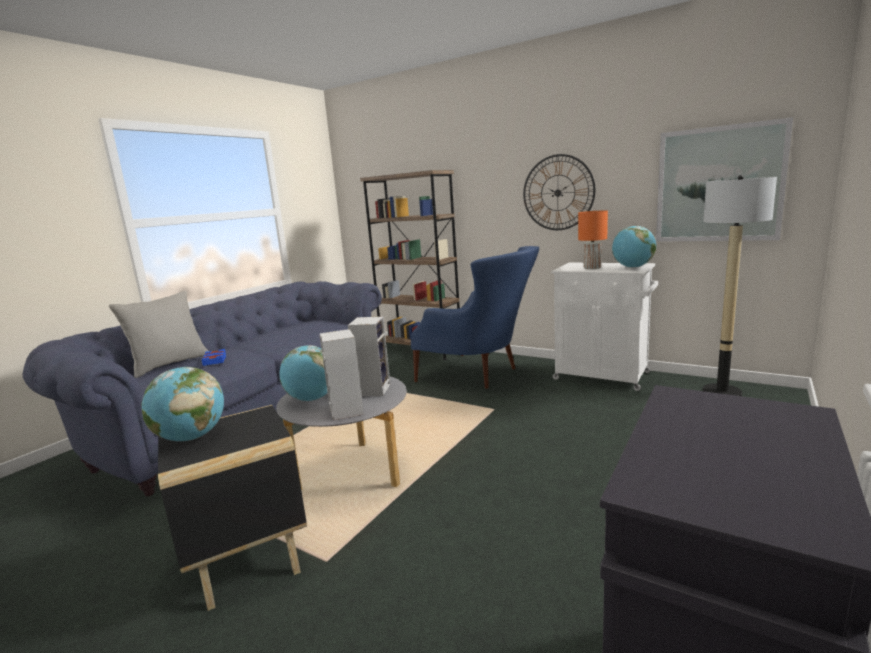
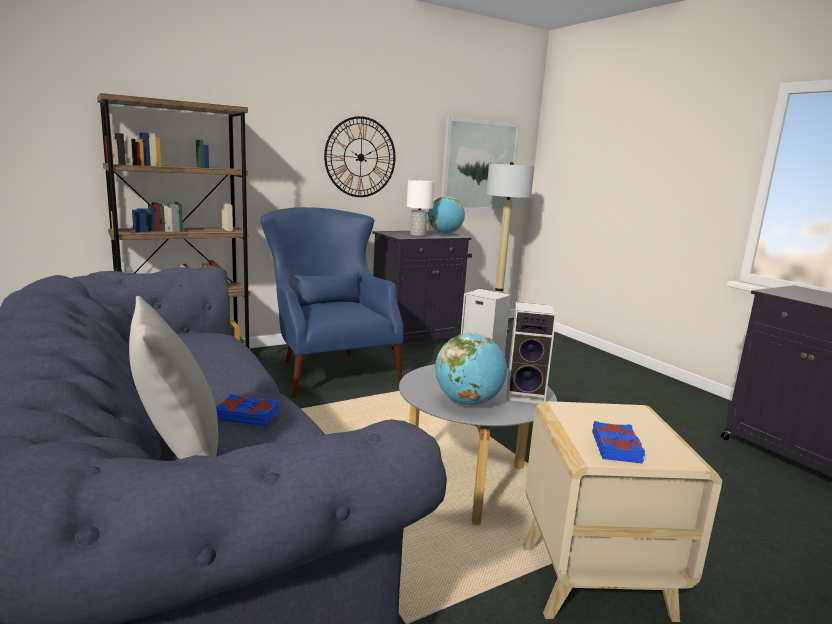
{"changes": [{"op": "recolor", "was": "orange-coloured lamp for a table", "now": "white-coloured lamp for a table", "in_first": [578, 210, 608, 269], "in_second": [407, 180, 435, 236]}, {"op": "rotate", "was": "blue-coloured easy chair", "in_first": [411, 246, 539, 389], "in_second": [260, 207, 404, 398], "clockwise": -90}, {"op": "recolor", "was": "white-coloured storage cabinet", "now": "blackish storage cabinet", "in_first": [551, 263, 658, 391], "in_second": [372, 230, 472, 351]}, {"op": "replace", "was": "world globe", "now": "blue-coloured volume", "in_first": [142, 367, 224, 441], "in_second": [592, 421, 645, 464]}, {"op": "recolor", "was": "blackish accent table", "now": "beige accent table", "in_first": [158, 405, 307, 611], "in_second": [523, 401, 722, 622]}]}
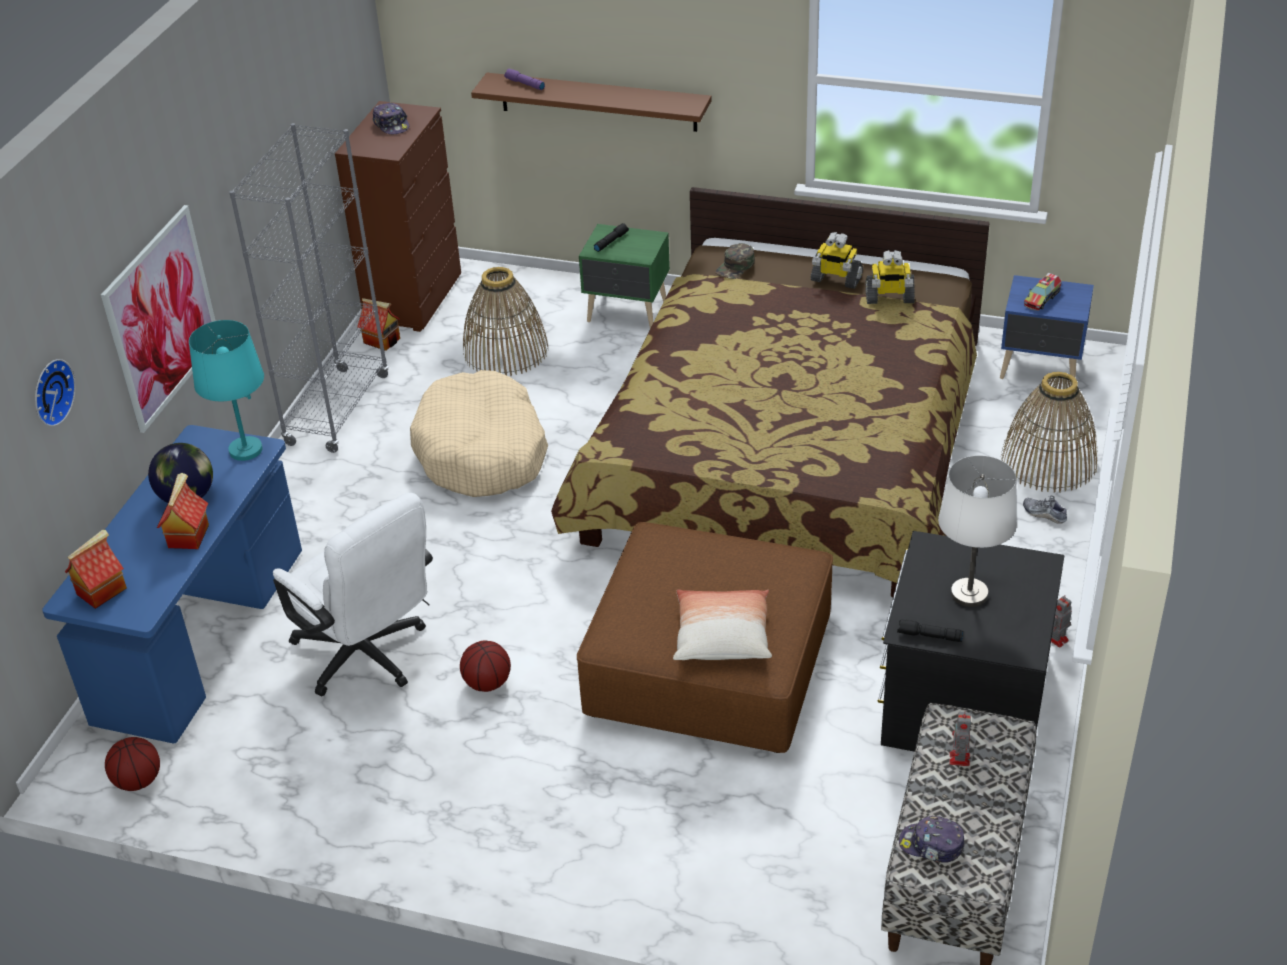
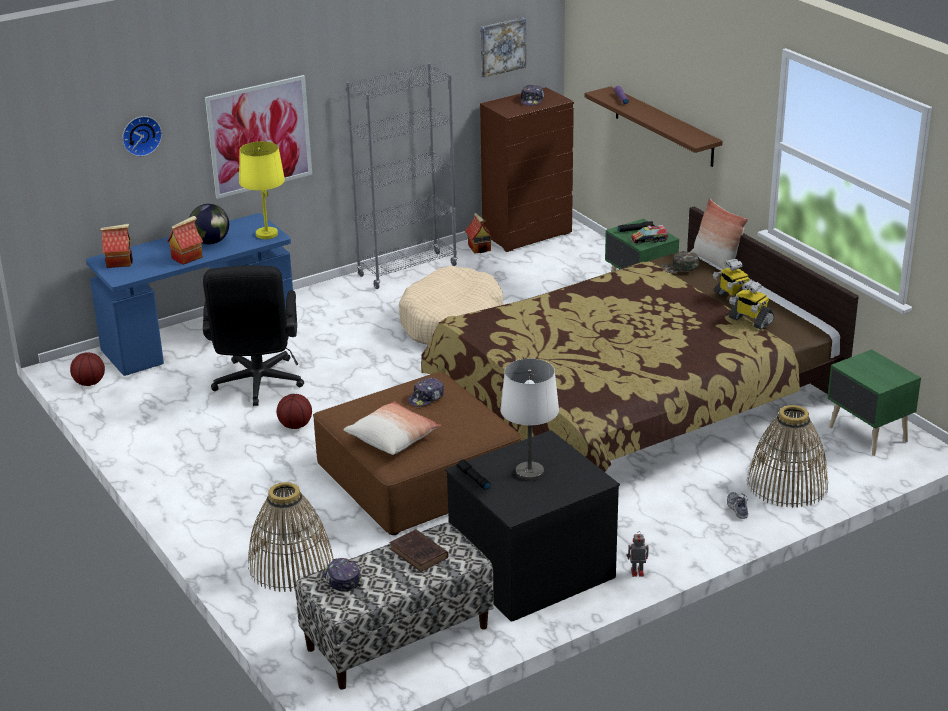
{"changes": [{"op": "move", "was": "storage basket", "in_first": [463, 267, 548, 376], "in_second": [248, 482, 334, 592]}, {"op": "move", "was": "model truck", "in_first": [1024, 273, 1062, 311], "in_second": [631, 225, 668, 244]}, {"op": "recolor", "was": "blue-coloured bedside table", "now": "greenish bedside table", "in_first": [1000, 275, 1094, 379], "in_second": [827, 349, 921, 456]}, {"op": "recolor", "was": "blue-green lamp for a table", "now": "yellowish lamp for a table", "in_first": [189, 320, 264, 461], "in_second": [239, 141, 285, 239]}, {"op": "recolor", "was": "white-coloured desk chair", "now": "blackish desk chair", "in_first": [273, 493, 433, 696], "in_second": [203, 266, 304, 406]}, {"op": "replace", "was": "model robot", "now": "brown volume", "in_first": [949, 712, 971, 766], "in_second": [390, 529, 448, 572]}, {"op": "insert", "now": "picture", "in_second": [481, 18, 526, 77]}, {"op": "insert", "now": "cushion", "in_second": [691, 198, 748, 269]}, {"op": "insert", "now": "baseball cap", "in_second": [408, 378, 444, 407]}]}
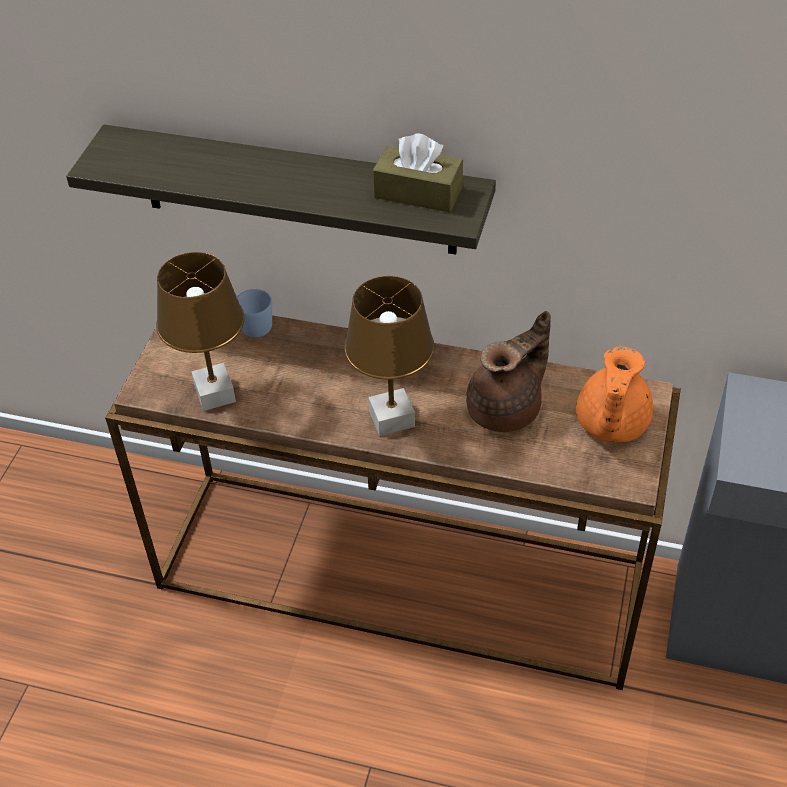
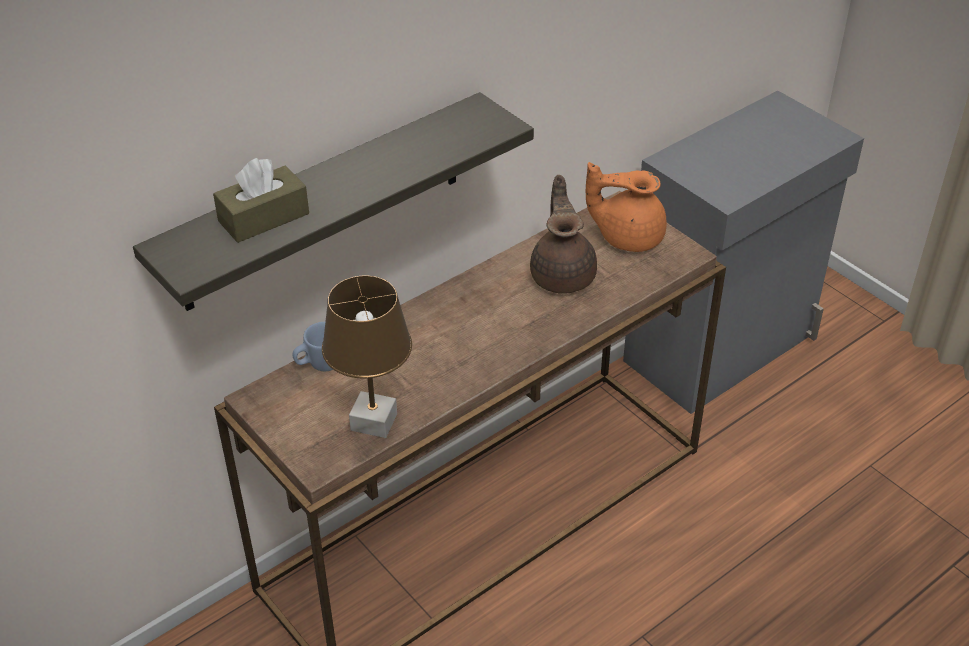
{"changes": [{"op": "move", "was": "brown box of tissues", "in_first": [373, 133, 463, 213], "in_second": [213, 158, 309, 243]}, {"op": "delete", "was": "brown lamp for a table", "in_first": [344, 276, 434, 436]}, {"op": "rotate", "was": "orange-coloured teapot", "in_first": [576, 347, 653, 443], "in_second": [586, 162, 667, 252], "clockwise": 135}]}
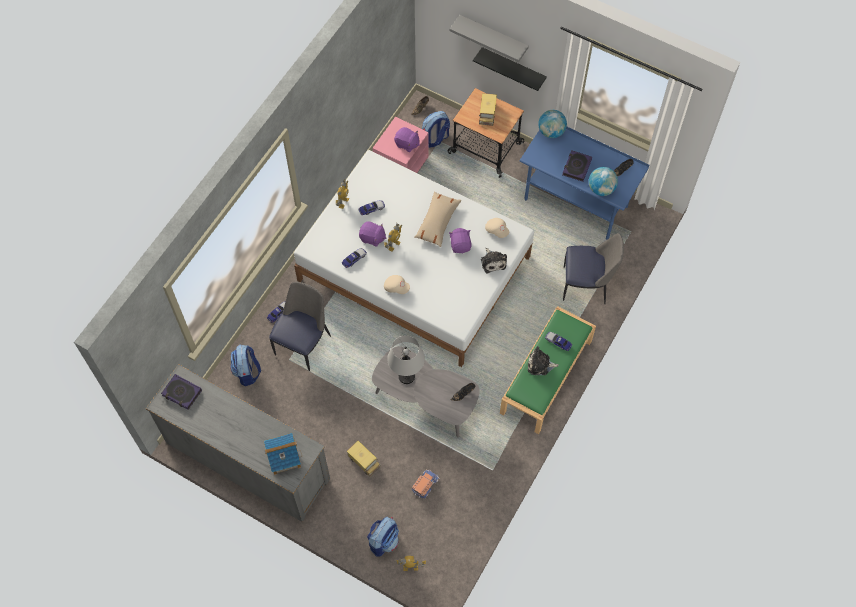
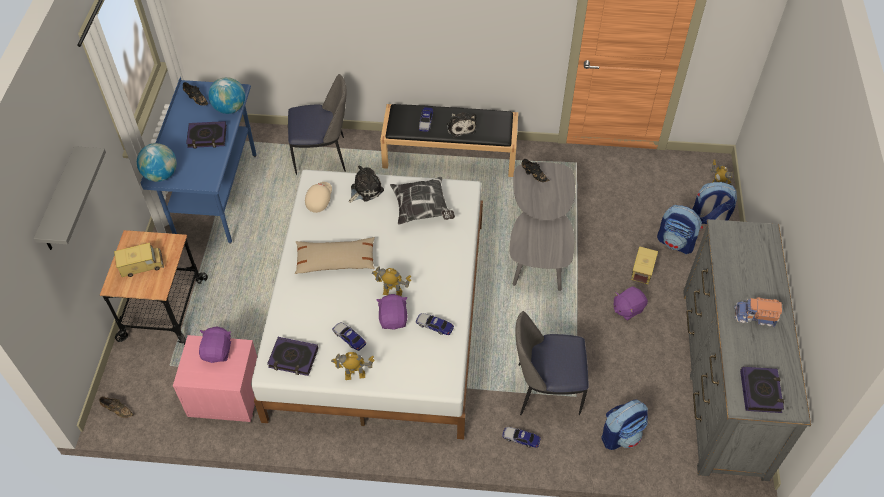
{"changes": [{"op": "delete", "was": "blackish shelf", "in_first": [473, 47, 547, 91]}, {"op": "move", "was": "rucksack", "in_first": [422, 111, 450, 148], "in_second": [657, 205, 703, 254]}, {"op": "move", "was": "purple soft toy", "in_first": [449, 228, 471, 253], "in_second": [614, 287, 648, 321]}, {"op": "rotate", "was": "upright chair", "in_first": [563, 233, 624, 304], "in_second": [288, 74, 346, 175], "clockwise": 105}, {"op": "delete", "was": "beige baseball cap", "in_first": [384, 275, 410, 294]}, {"op": "recolor", "was": "greenish long seat", "now": "blackish long seat", "in_first": [500, 306, 596, 434], "in_second": [380, 104, 518, 177]}, {"op": "delete", "was": "greyish lamp for a table", "in_first": [387, 335, 425, 384]}, {"op": "delete", "was": "toy house", "in_first": [264, 433, 302, 475]}, {"op": "move", "was": "model truck", "in_first": [412, 470, 439, 499], "in_second": [734, 297, 782, 327]}, {"op": "insert", "now": "cushion", "in_second": [390, 177, 455, 225]}, {"op": "insert", "now": "volume", "in_second": [267, 337, 318, 376]}]}
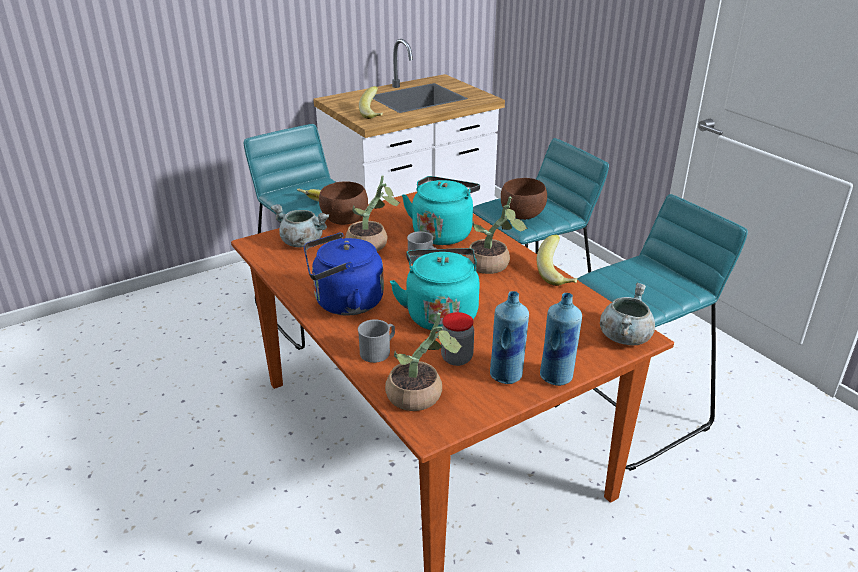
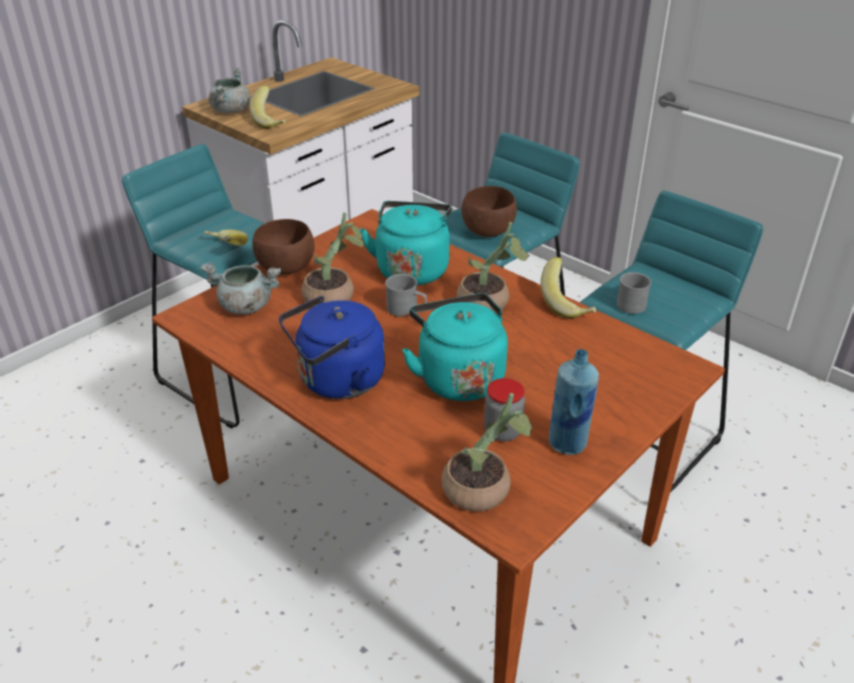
{"changes": [{"op": "move", "was": "greyish saucepot", "in_first": [600, 283, 655, 345], "in_second": [209, 68, 251, 113]}, {"op": "delete", "was": "blue-coloured bottle", "in_first": [540, 293, 582, 386]}, {"op": "move", "was": "greyish tea mug", "in_first": [358, 319, 395, 363], "in_second": [617, 272, 651, 314]}]}
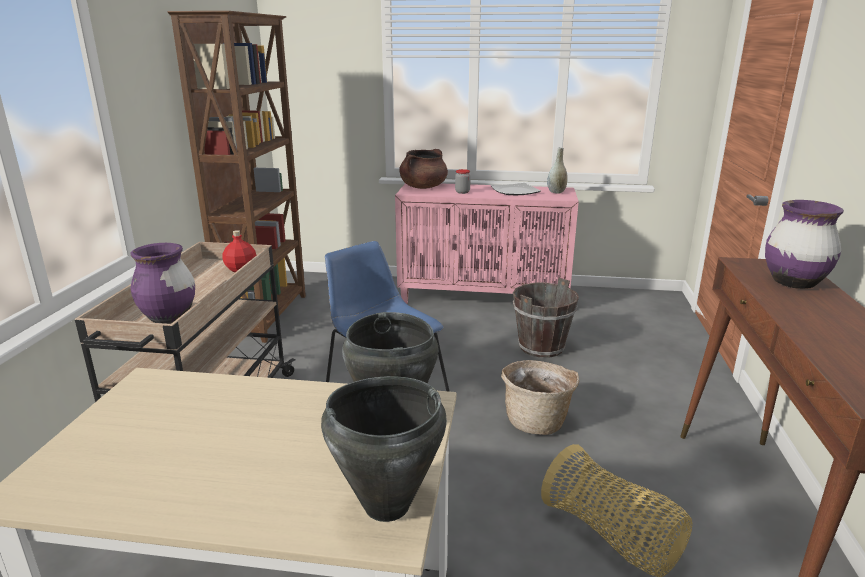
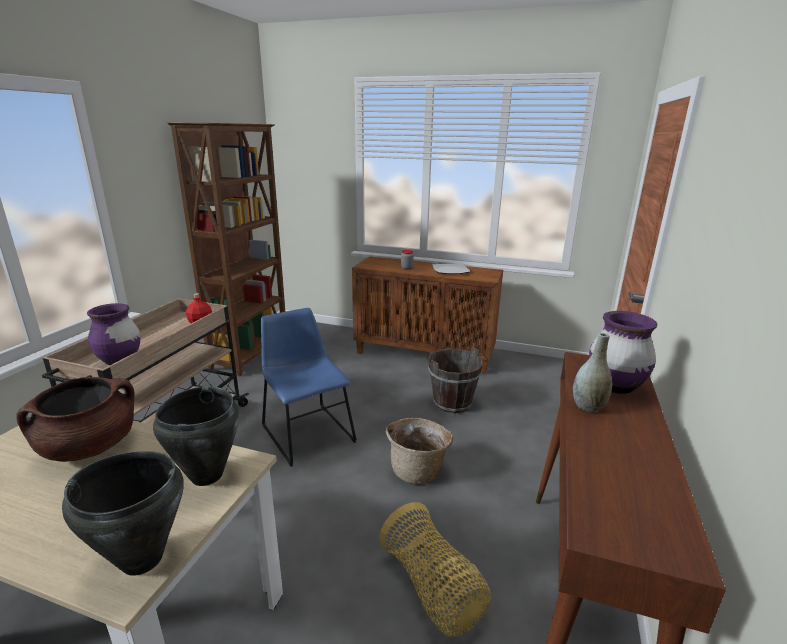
{"changes": [{"op": "move", "was": "greyish vase", "in_first": [547, 147, 568, 194], "in_second": [572, 333, 612, 412]}, {"op": "move", "was": "brown saucepot", "in_first": [399, 149, 448, 189], "in_second": [16, 377, 135, 462]}, {"op": "recolor", "was": "pinkish storage cabinet", "now": "brown storage cabinet", "in_first": [395, 183, 579, 304], "in_second": [352, 257, 503, 374]}]}
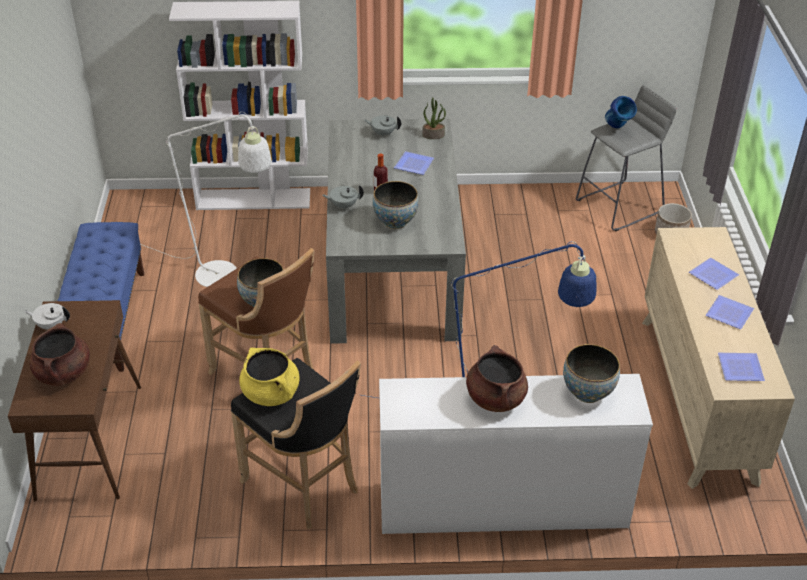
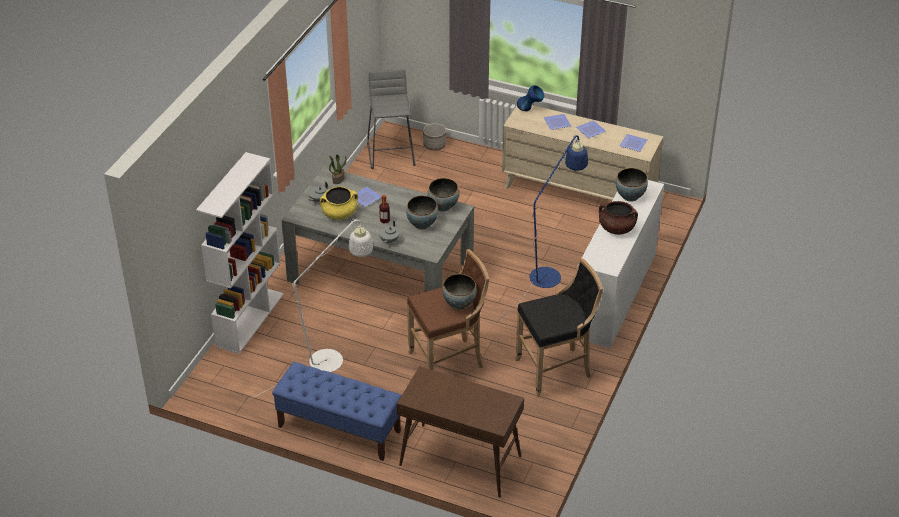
{"changes": [{"op": "move", "was": "blue-coloured vase", "in_first": [605, 96, 637, 128], "in_second": [517, 85, 544, 111]}, {"op": "delete", "was": "white-coloured teapot", "in_first": [24, 303, 70, 330]}, {"op": "delete", "was": "brown saucepot", "in_first": [30, 323, 90, 386]}, {"op": "move", "was": "yellowish saucepot", "in_first": [239, 348, 300, 406], "in_second": [320, 186, 358, 220]}, {"op": "insert", "now": "serving bowl", "in_second": [428, 178, 459, 211]}]}
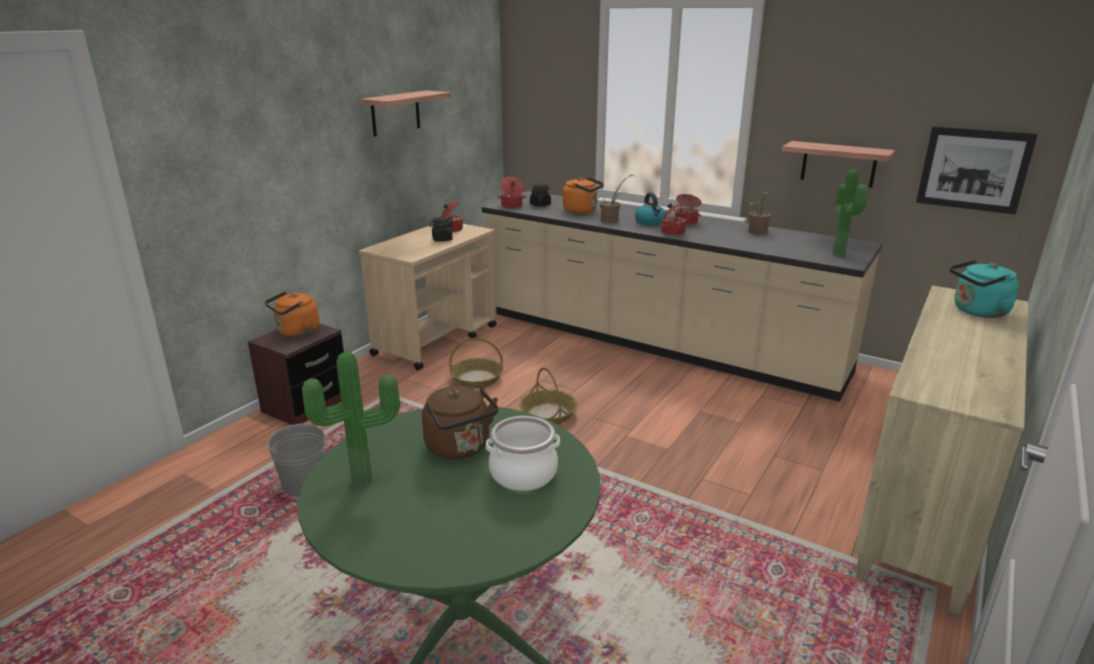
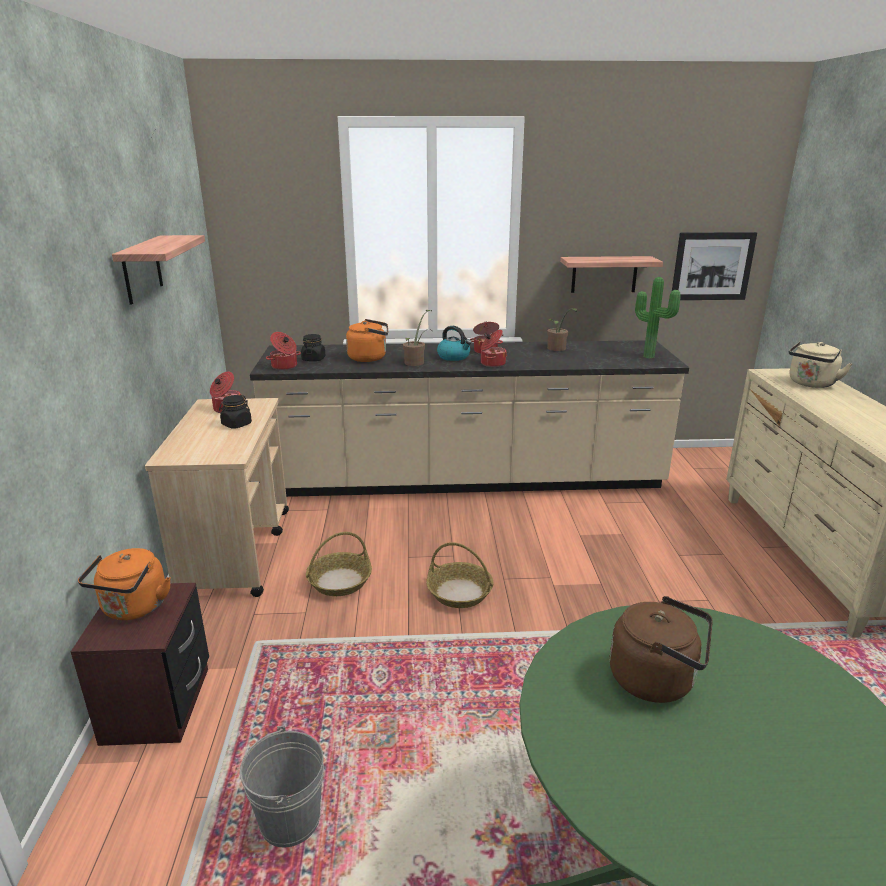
{"changes": [{"op": "recolor", "was": "blue-green tea kettle", "now": "beige tea kettle", "in_first": [950, 260, 1019, 318], "in_second": [789, 341, 852, 388]}, {"op": "delete", "was": "potted plant", "in_first": [302, 352, 400, 487]}, {"op": "delete", "was": "saucepot", "in_first": [486, 416, 560, 491]}]}
